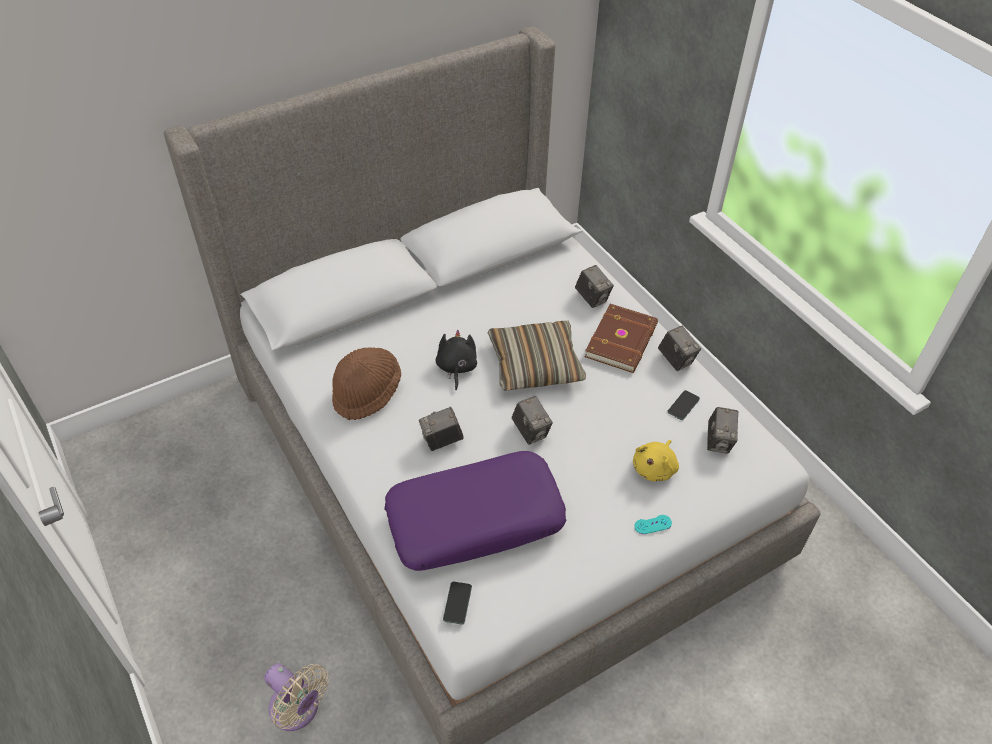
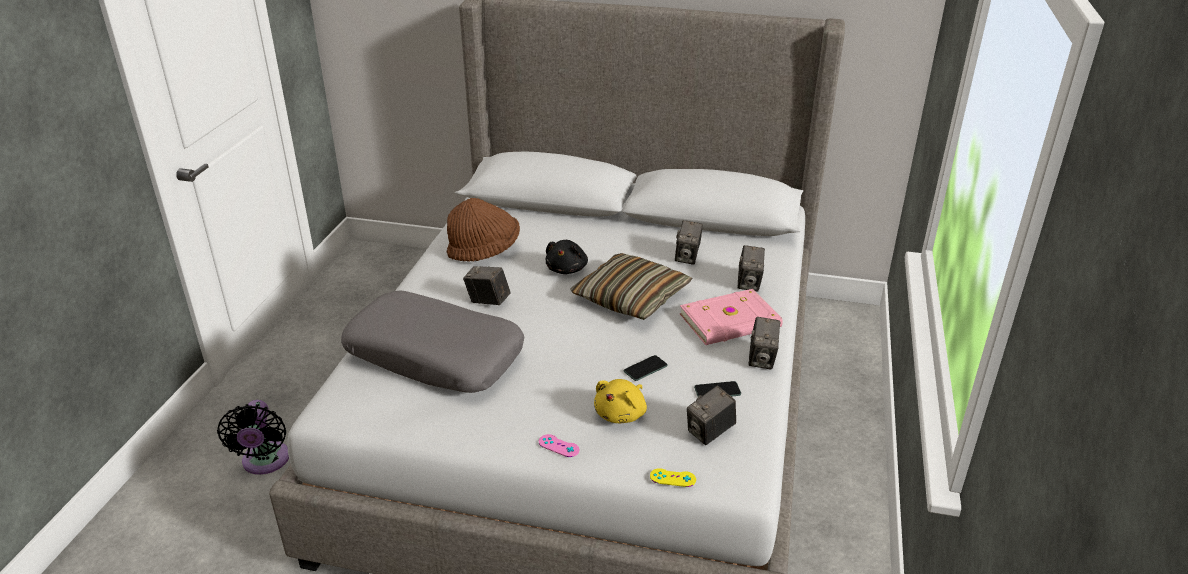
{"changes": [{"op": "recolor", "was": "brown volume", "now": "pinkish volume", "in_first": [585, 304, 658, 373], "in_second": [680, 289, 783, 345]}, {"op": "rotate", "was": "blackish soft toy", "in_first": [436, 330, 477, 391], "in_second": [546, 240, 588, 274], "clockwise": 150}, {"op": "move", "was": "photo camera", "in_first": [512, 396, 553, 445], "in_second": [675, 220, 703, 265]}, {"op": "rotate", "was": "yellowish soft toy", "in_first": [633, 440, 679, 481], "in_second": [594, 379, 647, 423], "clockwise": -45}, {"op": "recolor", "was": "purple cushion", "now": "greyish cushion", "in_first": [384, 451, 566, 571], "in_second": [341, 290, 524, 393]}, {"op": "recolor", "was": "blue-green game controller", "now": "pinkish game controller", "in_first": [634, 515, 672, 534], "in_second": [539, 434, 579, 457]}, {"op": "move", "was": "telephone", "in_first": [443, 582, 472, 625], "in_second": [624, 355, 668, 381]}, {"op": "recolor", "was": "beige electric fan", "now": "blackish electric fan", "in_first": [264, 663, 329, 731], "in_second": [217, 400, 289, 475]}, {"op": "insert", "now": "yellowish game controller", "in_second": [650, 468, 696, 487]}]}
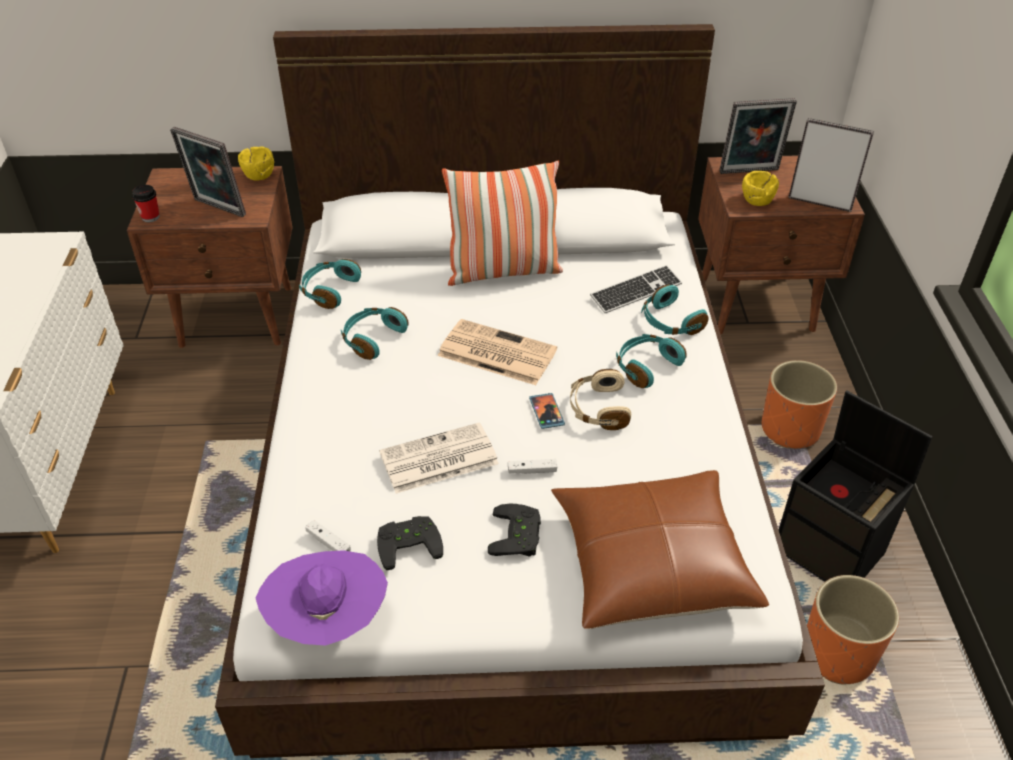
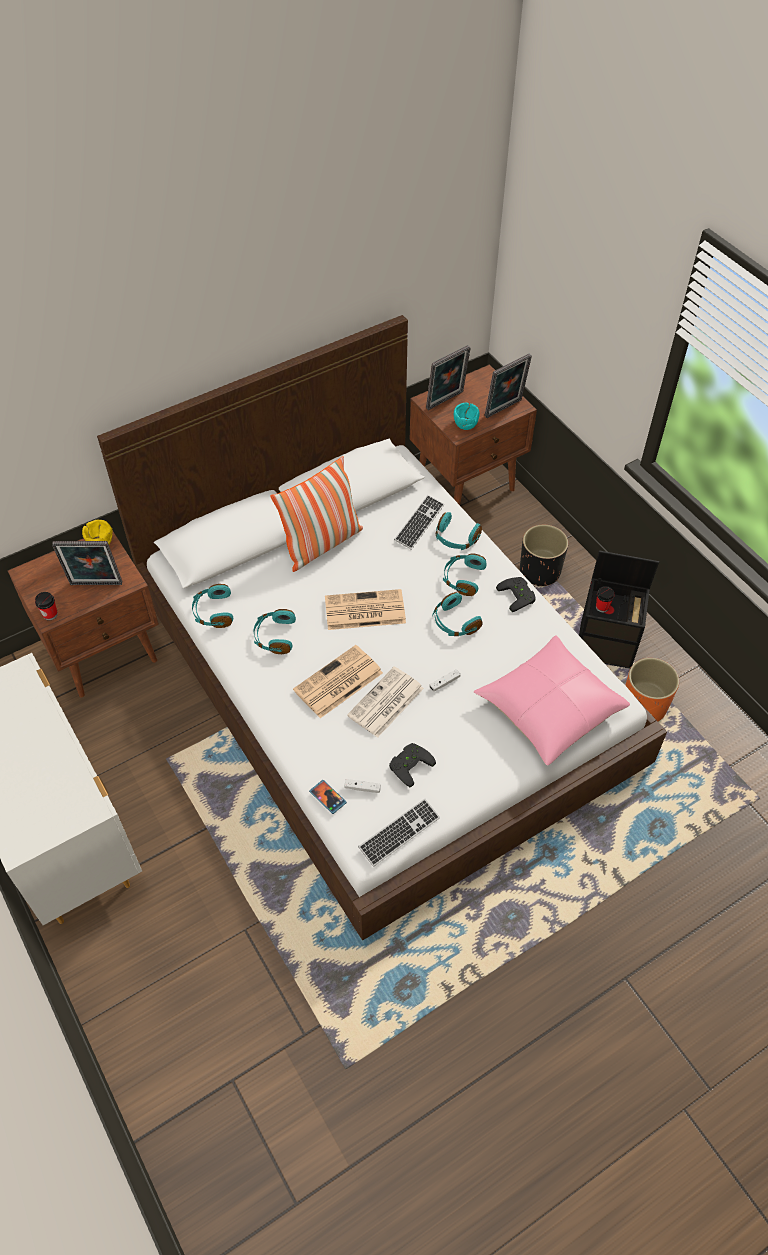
{"changes": [{"op": "rotate", "was": "picture frame", "in_first": [788, 118, 874, 212], "in_second": [484, 354, 532, 418], "clockwise": 150}, {"op": "recolor", "was": "yellowish serving bowl", "now": "blue-green serving bowl", "in_first": [742, 171, 779, 206], "in_second": [454, 403, 480, 430]}, {"op": "recolor", "was": "orange-coloured plant pot", "now": "blackish plant pot", "in_first": [762, 360, 837, 449], "in_second": [520, 525, 568, 587]}, {"op": "recolor", "was": "beige pair of headphones", "now": "blue-green pair of headphones", "in_first": [570, 369, 631, 430], "in_second": [432, 592, 483, 636]}, {"op": "move", "was": "telephone", "in_first": [529, 393, 565, 429], "in_second": [309, 780, 347, 814]}, {"op": "recolor", "was": "brown cushion", "now": "pinkish cushion", "in_first": [551, 470, 769, 629], "in_second": [474, 635, 630, 765]}, {"op": "move", "was": "blackish game controller", "in_first": [488, 504, 541, 557], "in_second": [496, 577, 536, 612]}, {"op": "replace", "was": "purple hat", "now": "keyboard", "in_first": [256, 550, 388, 646], "in_second": [358, 798, 440, 867]}, {"op": "insert", "now": "cup", "in_second": [596, 586, 615, 612]}, {"op": "insert", "now": "daily paper", "in_second": [293, 645, 383, 718]}]}
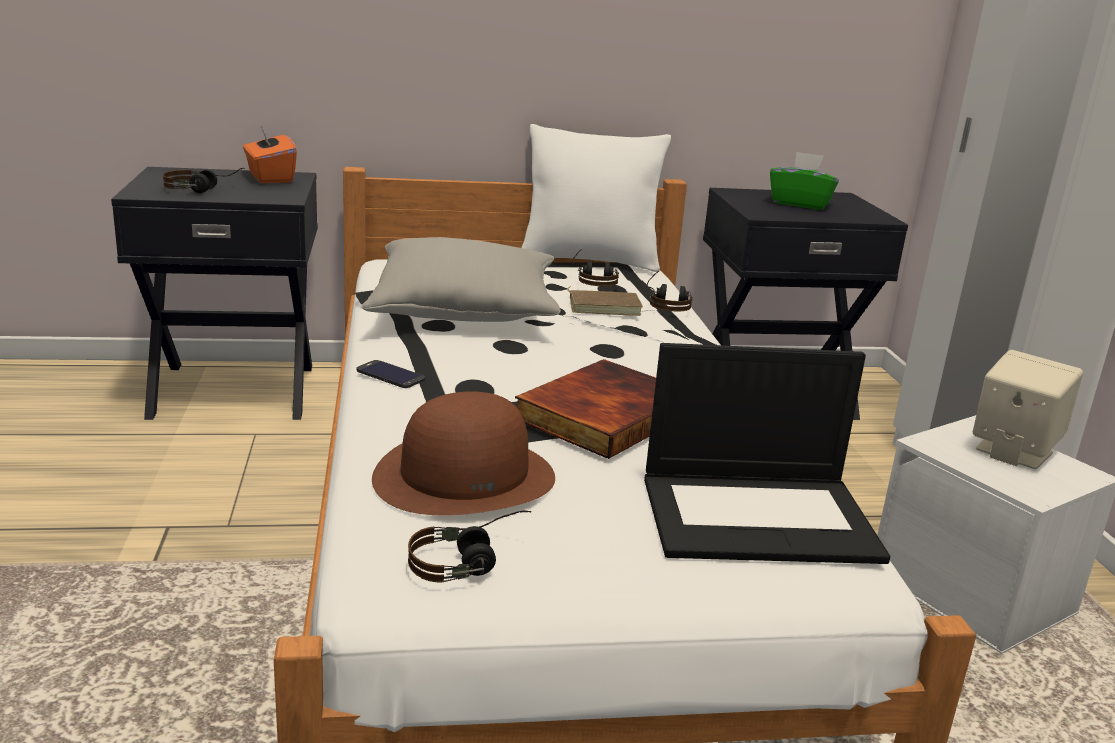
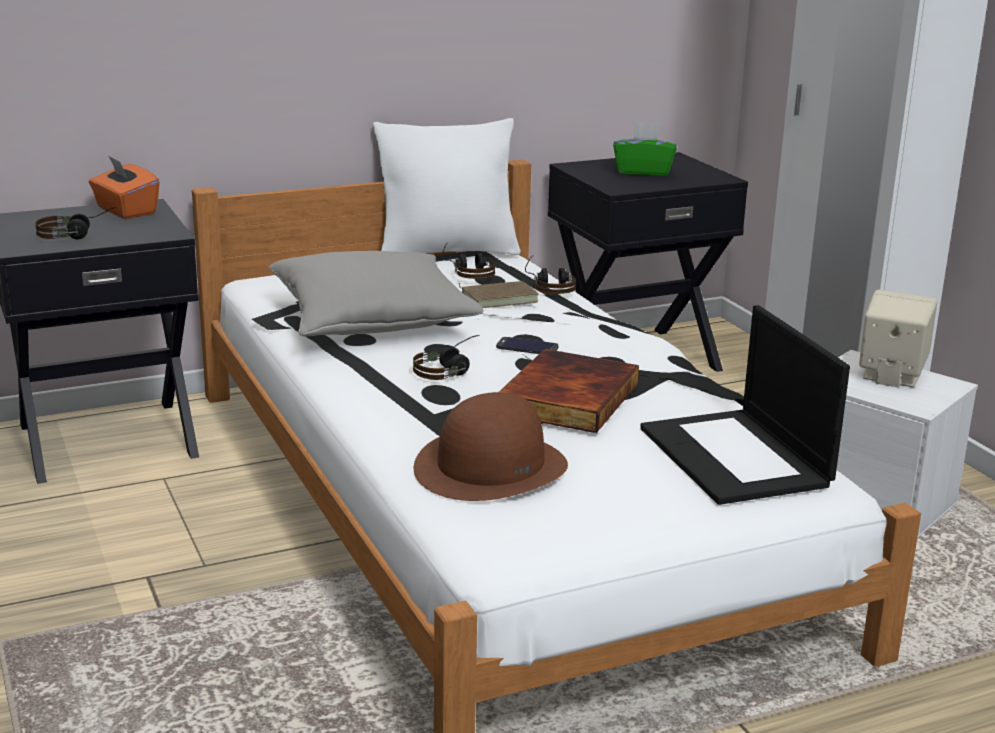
{"changes": [{"op": "rotate", "was": "portable computer", "in_first": [644, 343, 890, 564], "in_second": [640, 305, 850, 505], "clockwise": 90}, {"op": "move", "was": "telephone", "in_first": [357, 360, 425, 388], "in_second": [496, 337, 559, 354]}, {"op": "move", "was": "pair of headphones", "in_first": [408, 511, 531, 582], "in_second": [413, 335, 480, 380]}]}
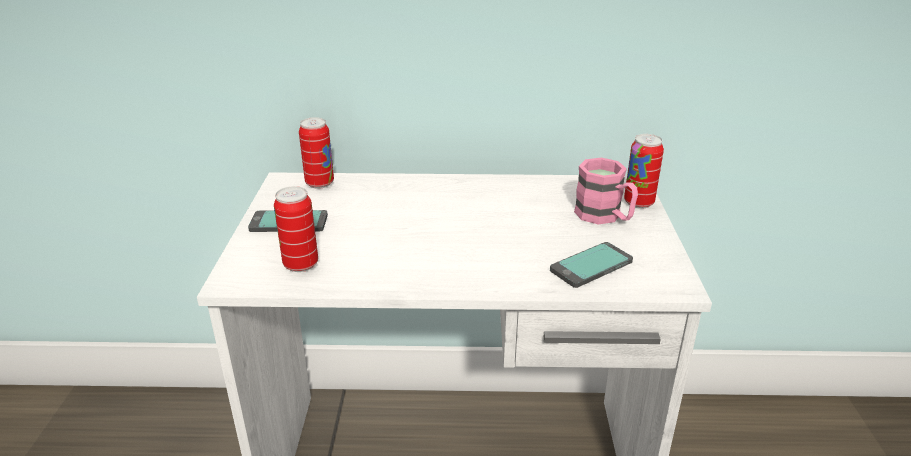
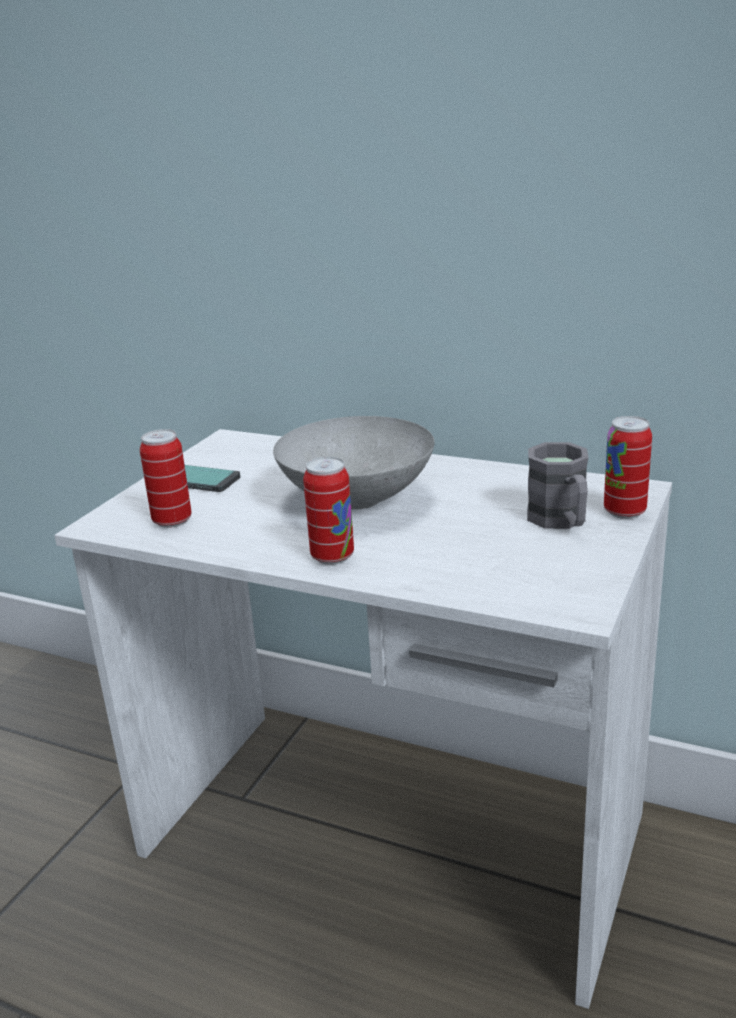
{"changes": [{"op": "move", "was": "metal can", "in_first": [299, 117, 334, 189], "in_second": [303, 457, 354, 565]}, {"op": "recolor", "was": "pinkish tea mug", "now": "greyish tea mug", "in_first": [574, 158, 638, 225], "in_second": [527, 442, 588, 529]}, {"op": "delete", "was": "telephone", "in_first": [550, 242, 633, 288]}, {"op": "insert", "now": "greyish serving bowl", "in_second": [273, 416, 435, 510]}]}
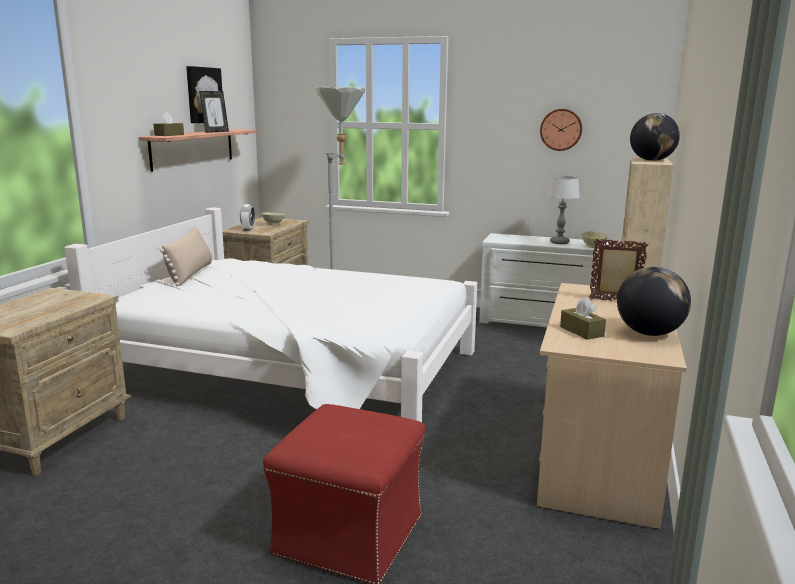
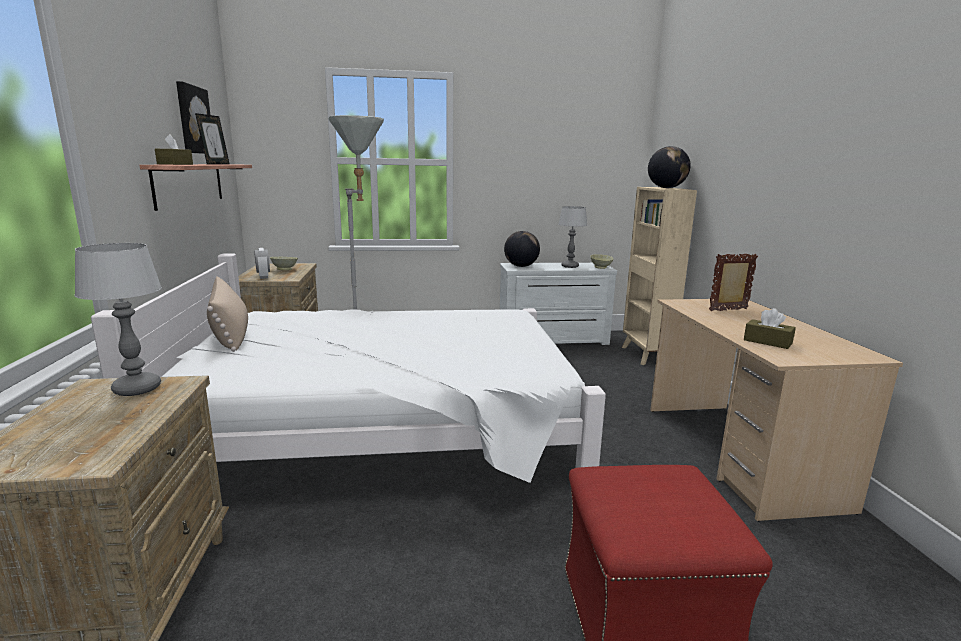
{"changes": [{"op": "delete", "was": "hanging clock", "in_first": [540, 109, 582, 151]}, {"op": "move", "was": "world globe", "in_first": [617, 267, 691, 336], "in_second": [504, 231, 540, 267]}, {"op": "insert", "now": "lamp for a table", "in_second": [75, 243, 162, 396]}]}
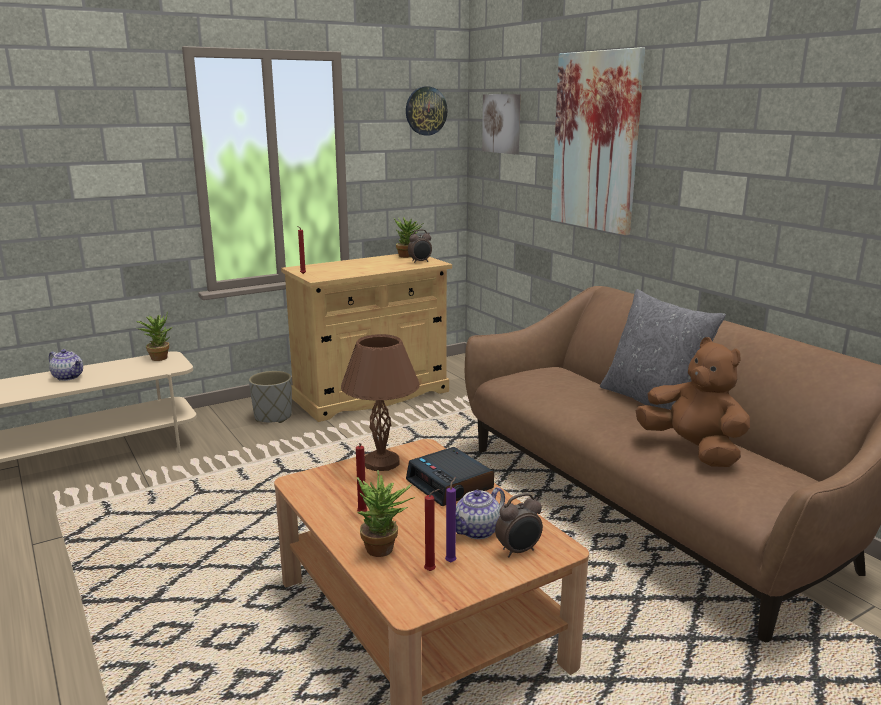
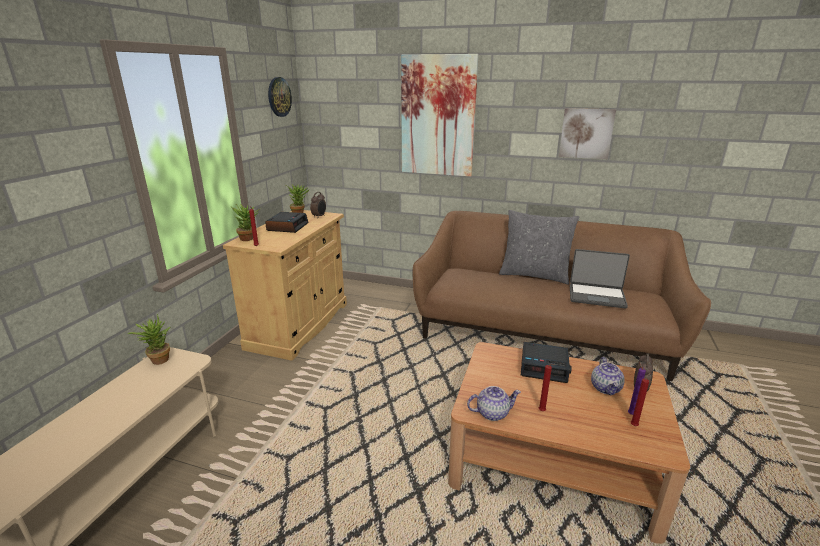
{"changes": [{"op": "move", "was": "picture", "in_first": [482, 94, 521, 154], "in_second": [559, 108, 616, 159]}, {"op": "delete", "was": "brown lamp for a table", "in_first": [341, 334, 420, 471]}, {"op": "replace", "was": "brown soft toy", "now": "portable computer", "in_first": [636, 337, 750, 467], "in_second": [570, 249, 630, 309]}, {"op": "move", "was": "teapot", "in_first": [49, 349, 83, 381], "in_second": [467, 386, 521, 421]}, {"op": "delete", "was": "greyish plant pot", "in_first": [249, 371, 292, 423]}, {"op": "move", "was": "potted plant", "in_first": [357, 470, 415, 557], "in_second": [231, 204, 261, 241]}, {"op": "insert", "now": "alarm clock", "in_second": [265, 212, 308, 233]}]}
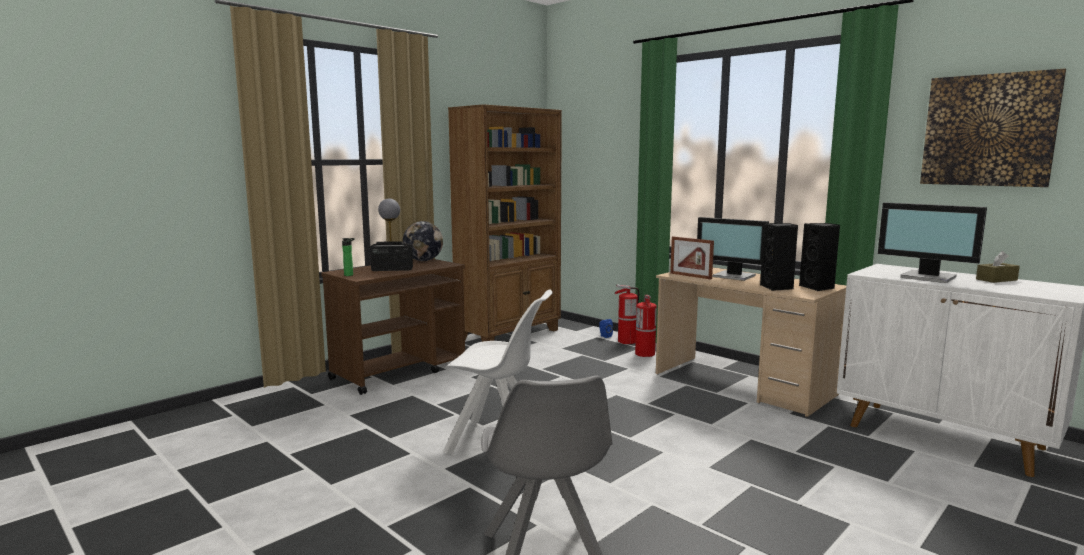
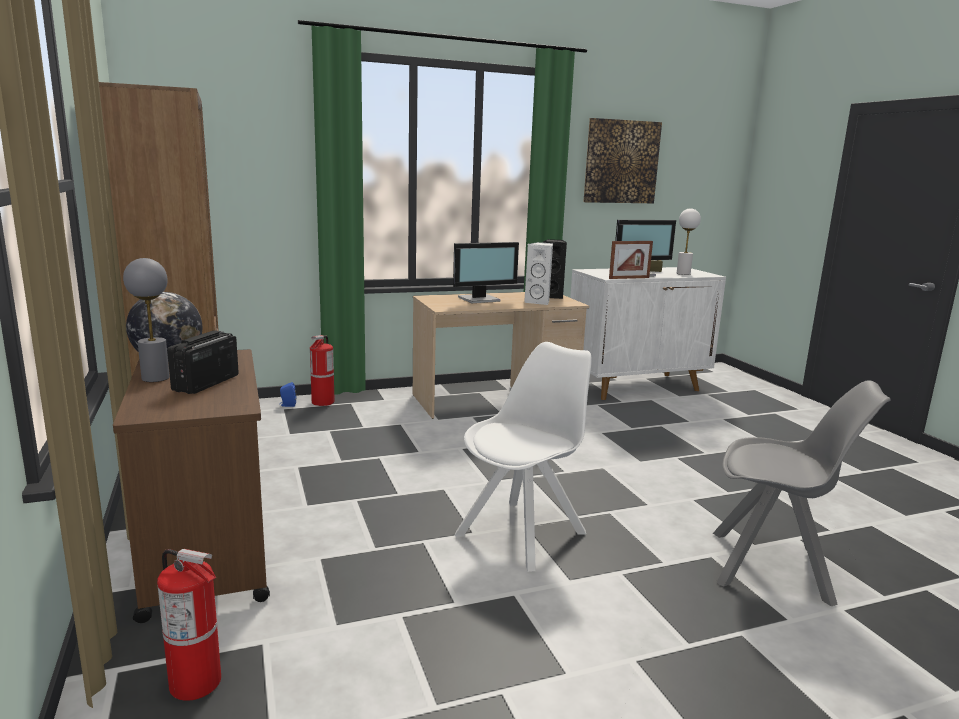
{"changes": [{"op": "recolor", "was": "blackish loudspeaker", "now": "white-coloured loudspeaker", "in_first": [760, 223, 798, 291], "in_second": [524, 242, 553, 305]}, {"op": "move", "was": "picture frame", "in_first": [670, 236, 714, 279], "in_second": [609, 241, 653, 279]}, {"op": "delete", "was": "bottle", "in_first": [342, 238, 355, 276]}, {"op": "move", "was": "fire extinguisher", "in_first": [635, 295, 657, 357], "in_second": [157, 549, 221, 701]}, {"op": "insert", "now": "white-coloured lamp for a table", "in_second": [677, 208, 701, 275]}]}
